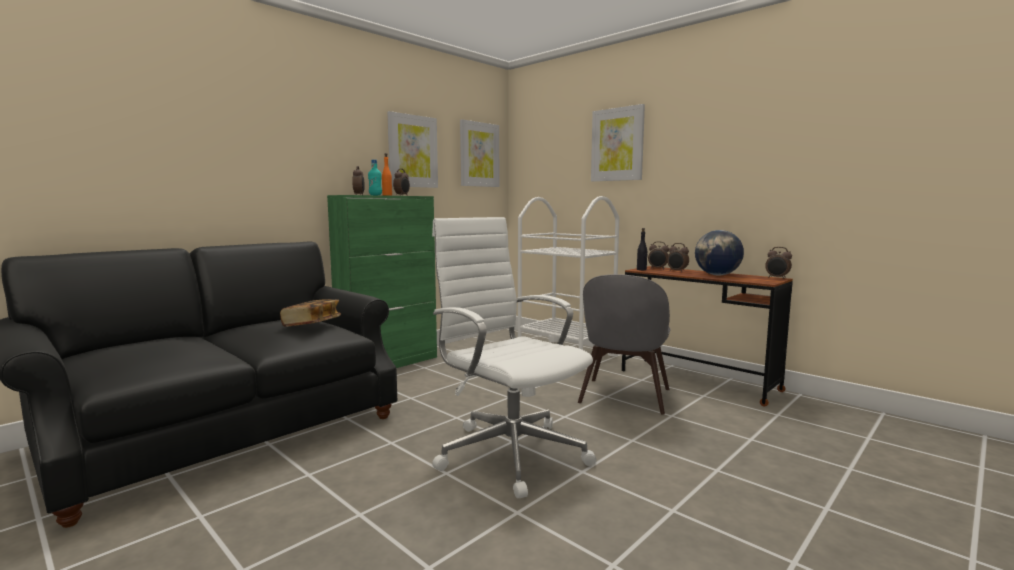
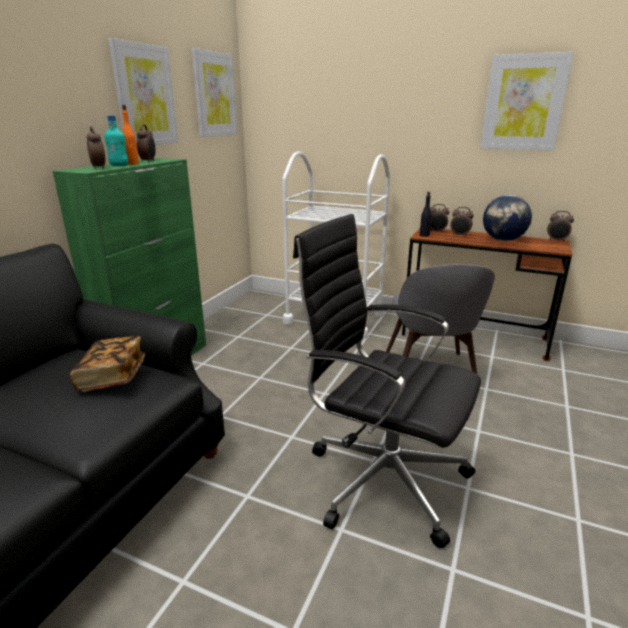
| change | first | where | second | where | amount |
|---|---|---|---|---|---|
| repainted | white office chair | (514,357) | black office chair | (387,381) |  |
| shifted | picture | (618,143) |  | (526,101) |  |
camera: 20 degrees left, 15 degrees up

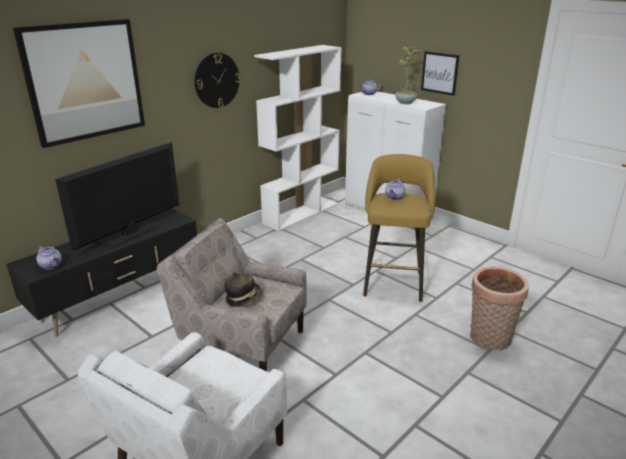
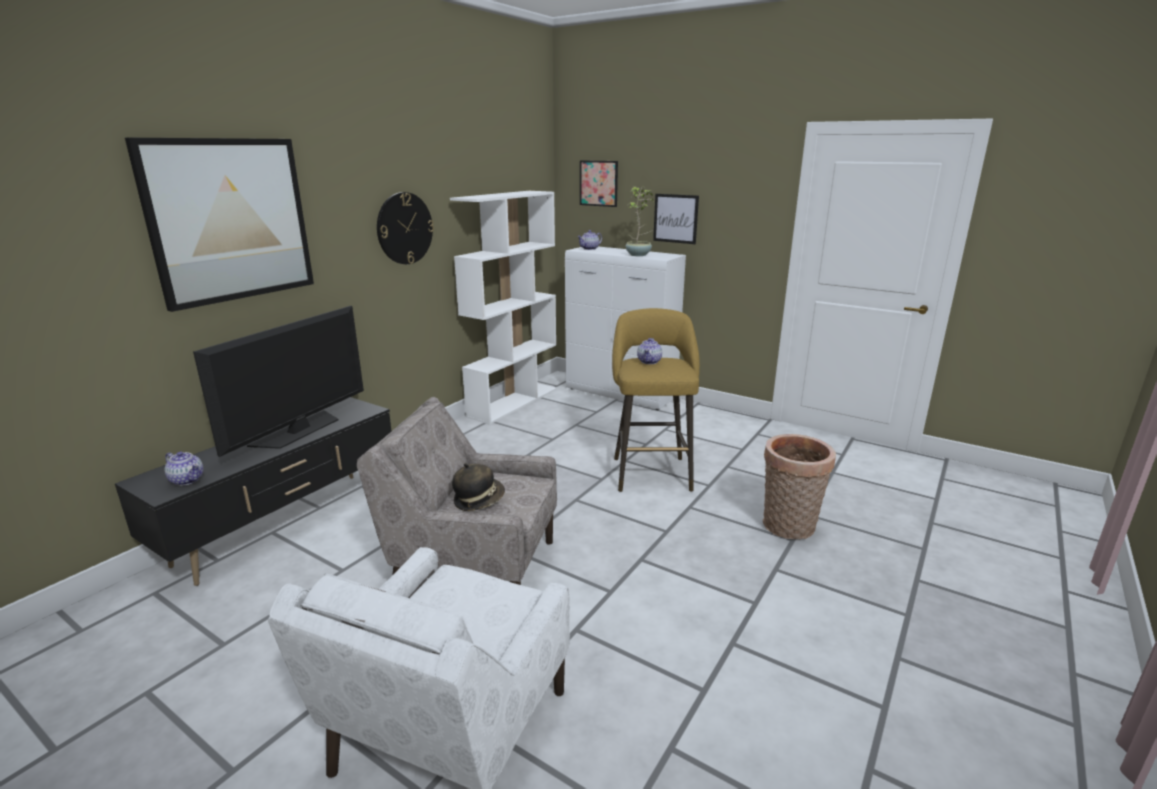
| change | first | where | second | where | amount |
|---|---|---|---|---|---|
| new |  |  | picture | (599,183) |  |
camera: 10 degrees left, 5 degrees down

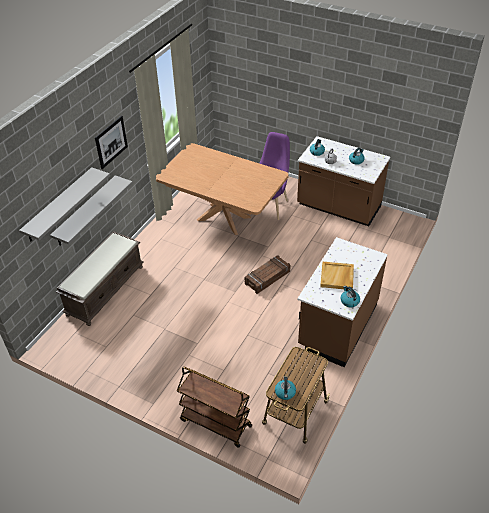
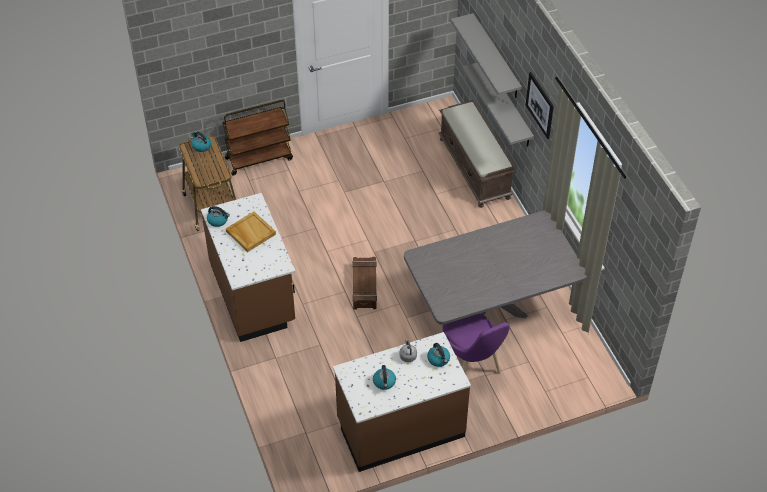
| change | first | where | second | where | amount |
|---|---|---|---|---|---|
| repainted | brown dining table | (222,189) | grey dining table | (495,268) |  |
camera: 130 degrees right, 5 degrees up

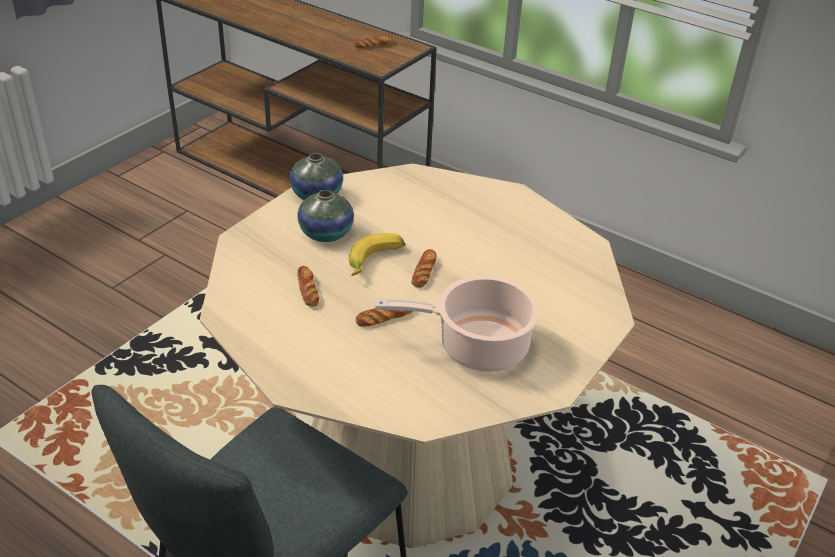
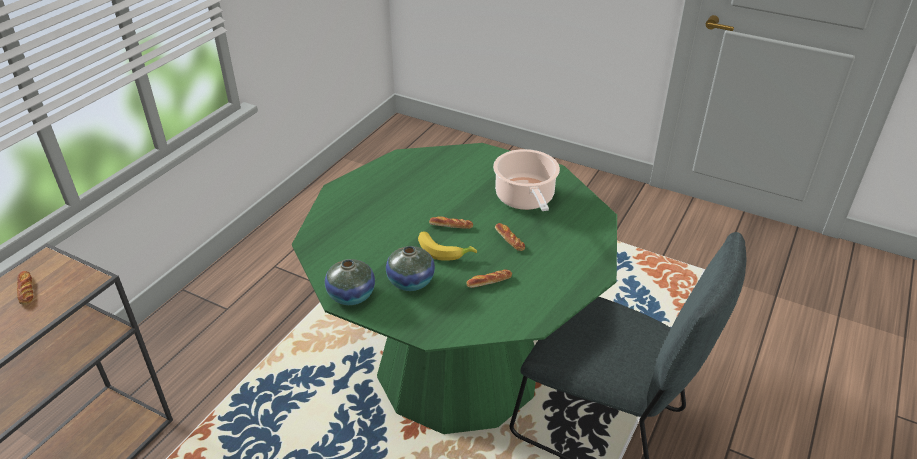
| change | first | where | second | where | amount |
|---|---|---|---|---|---|
| repainted | beige dining table | (417,355) | green dining table | (454,288) |  |
camera: 95 degrees left, 0 degrees up

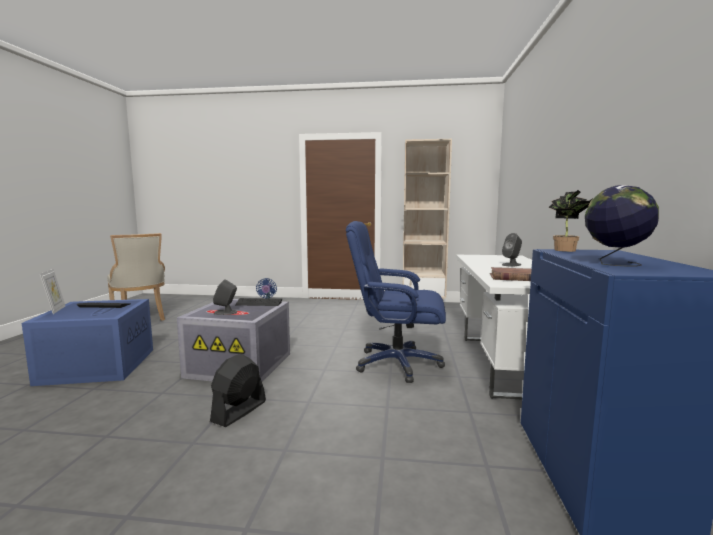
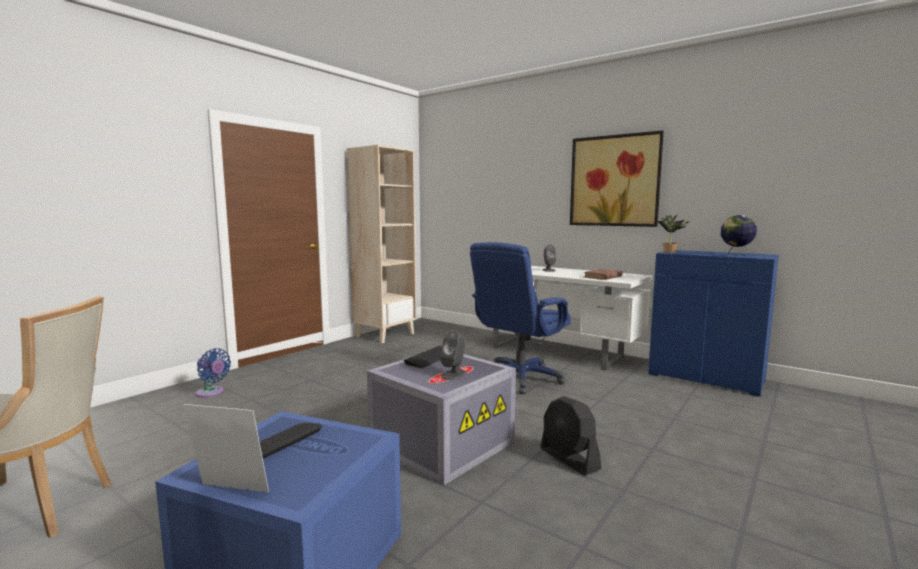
| change | first | where | second | where | amount |
|---|---|---|---|---|---|
| new |  |  | picture | (617,178) |  |
camera: 60 degrees left, 0 degrees up

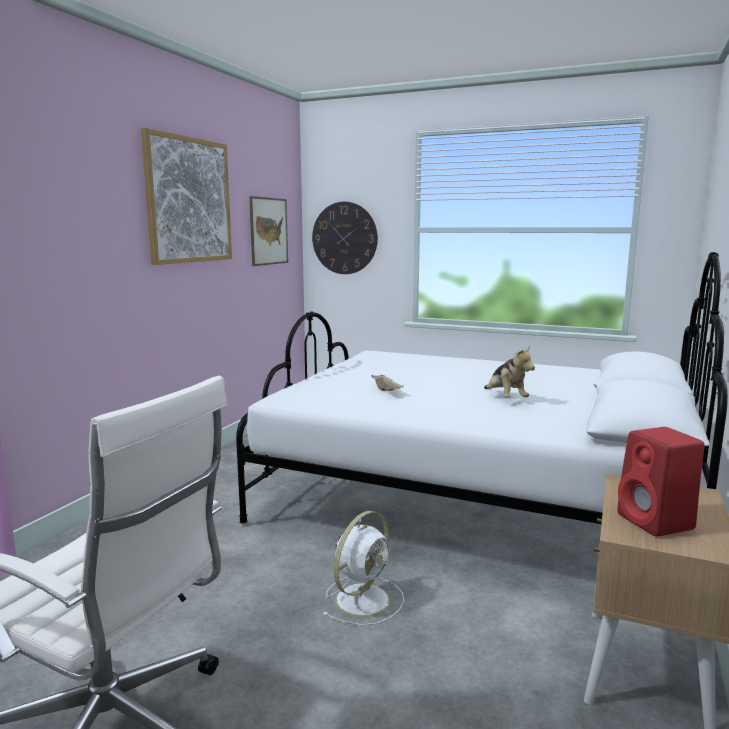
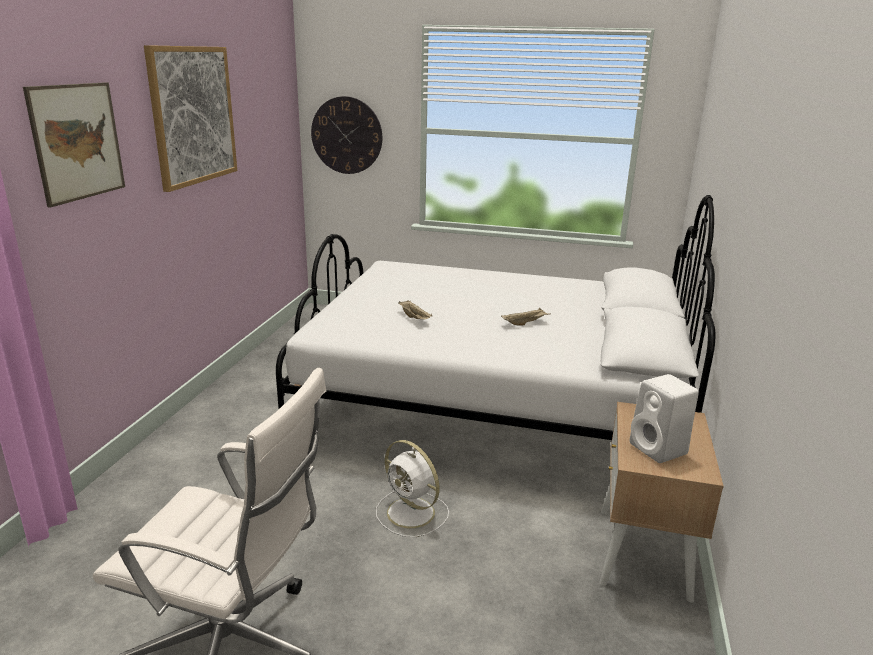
| change | first | where | second | where | amount |
|---|---|---|---|---|---|
| shifted | picture | (268,231) |  | (74,145) |  |
| rotated | white fan | (363,568) |  | (412,488) | 105 degrees clockwise |
| swapped | plush toy | (509,371) | beige tray | (526,317) |  |
| repainted | red speaker | (661,482) | white speaker | (664,418) |  |
camera: 10 degrees left, 10 degrees up

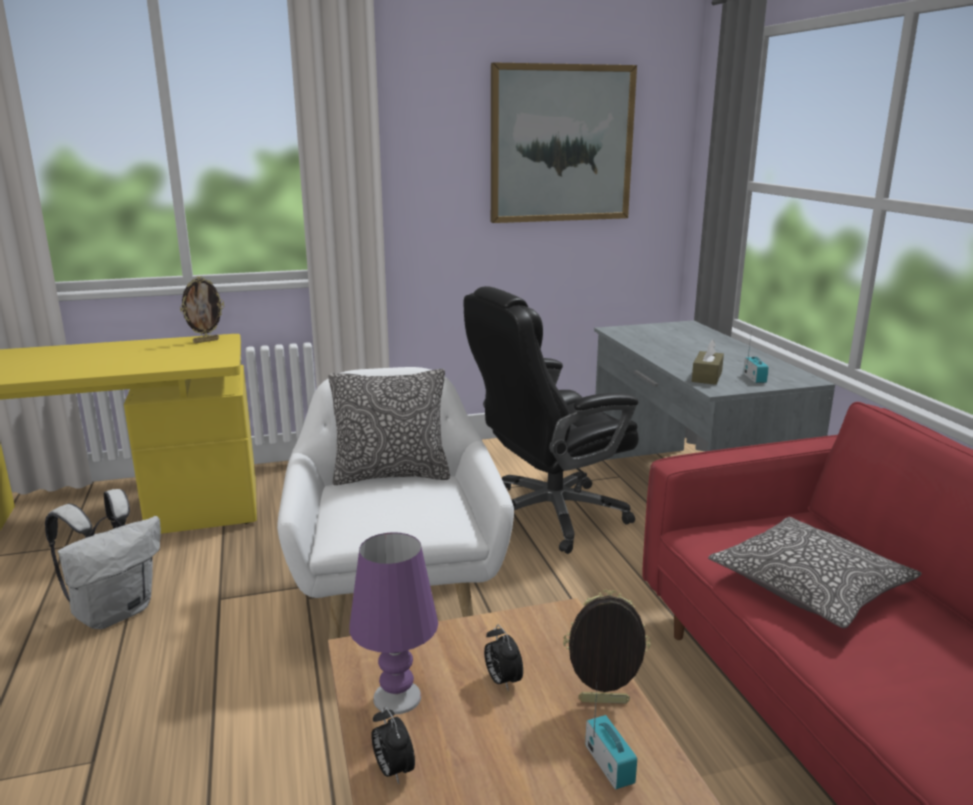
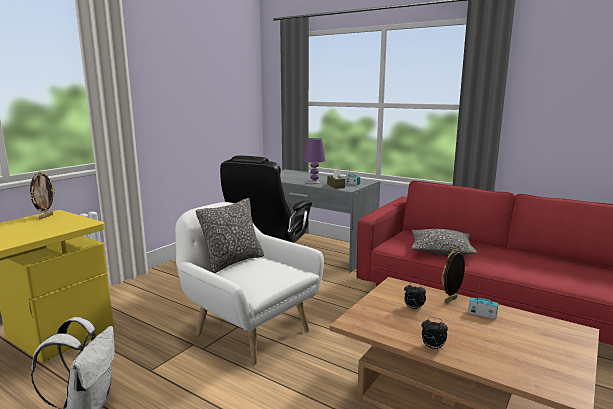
| change | first | where | second | where | amount |
|---|---|---|---|---|---|
| shifted | purple table lamp | (393,623) |  | (314,161) |  |
| gone | picture | (564,142) |  |  |  |
camera: 40 degrees left, 5 degrees down

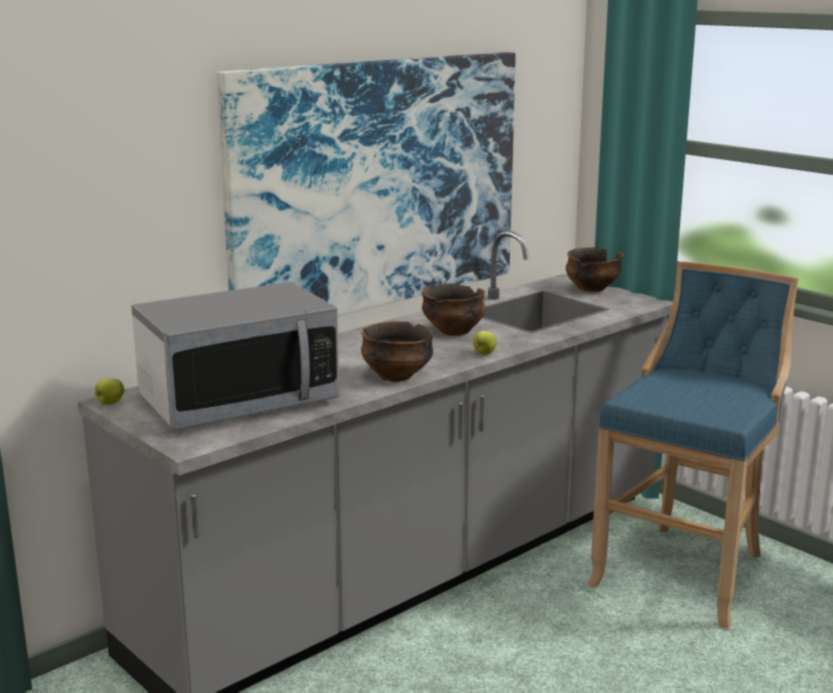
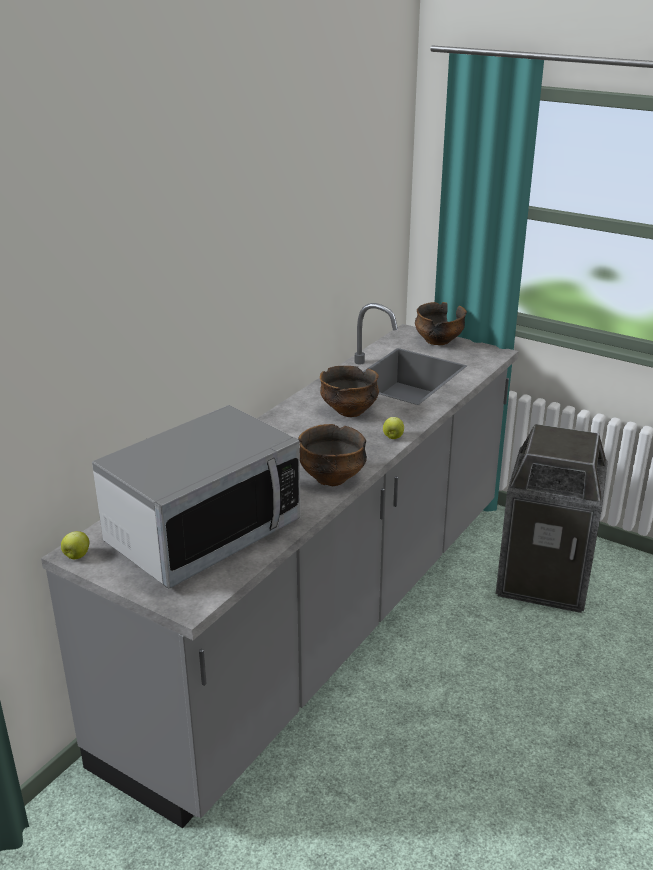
| change | first | where | second | where | amount |
|---|---|---|---|---|---|
| swapped | blue stool | (693,445) | trash can | (552,518) |  |
| gone | picture | (366,184) |  |  |  |
camera: 15 degrees left, 10 degrees up

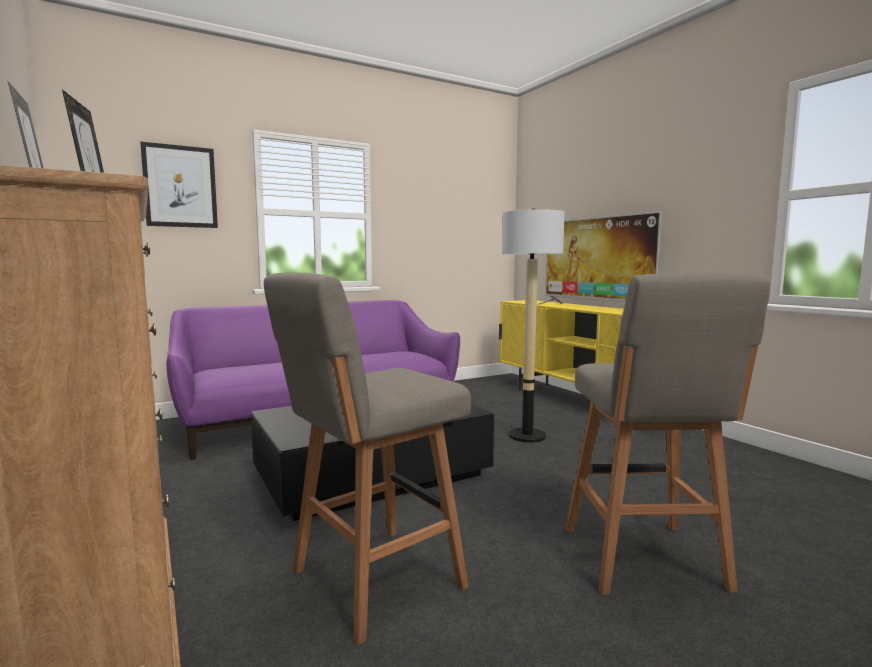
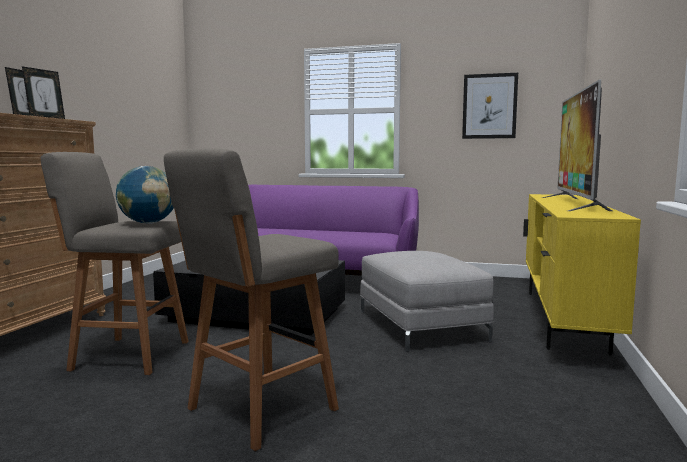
| change | first | where | second | where | amount |
|---|---|---|---|---|---|
| new |  |  | globe | (145,195) |  |
| swapped | floor lamp | (533,325) | grey ottoman | (427,301) |  |
| shifted | picture | (179,184) |  | (490,106) |  |
camera: 45 degrees right, 0 degrees up

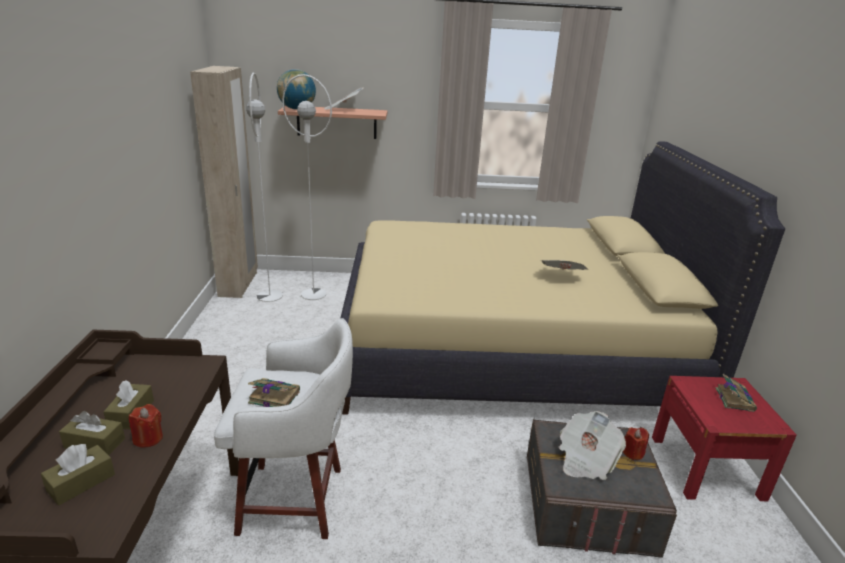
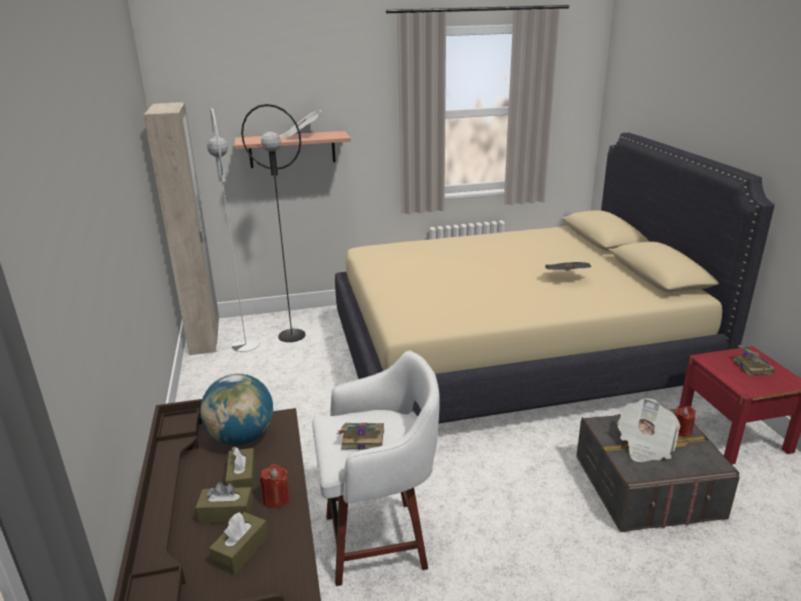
| change | first | where | second | where | amount |
|---|---|---|---|---|---|
| shifted | globe | (296,89) |  | (236,410) |  |
| repainted | white floor lamp | (307,187) | black floor lamp | (273,223) |  |
camera: 10 degrees left, 0 degrees up

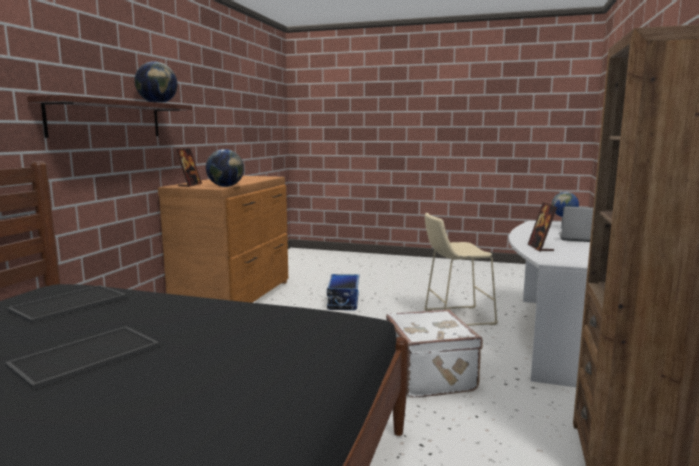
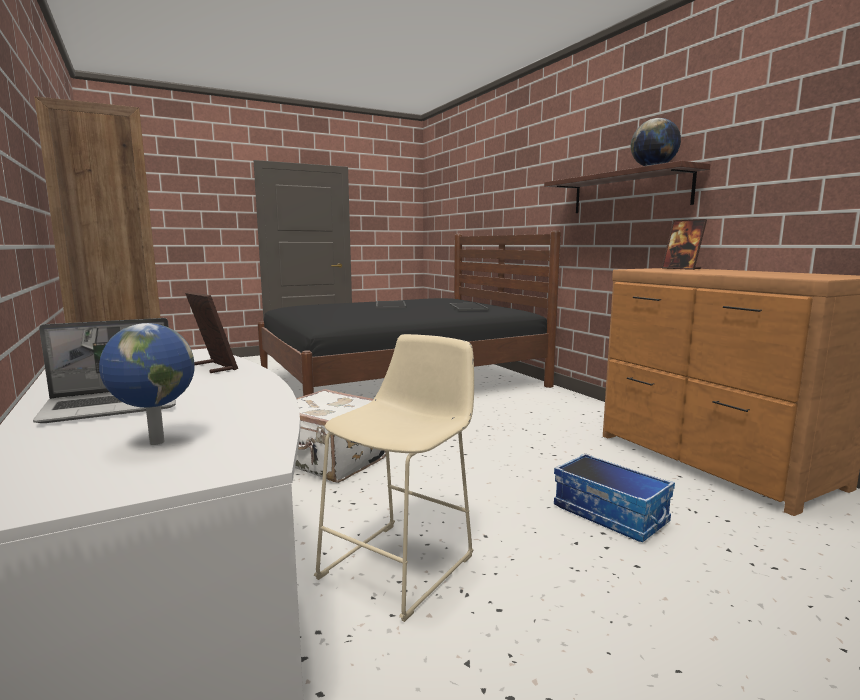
| change | first | where | second | where | amount |
|---|---|---|---|---|---|
| gone | globe | (225,168) |  |  |  |
camera: 135 degrees right, 0 degrees up

